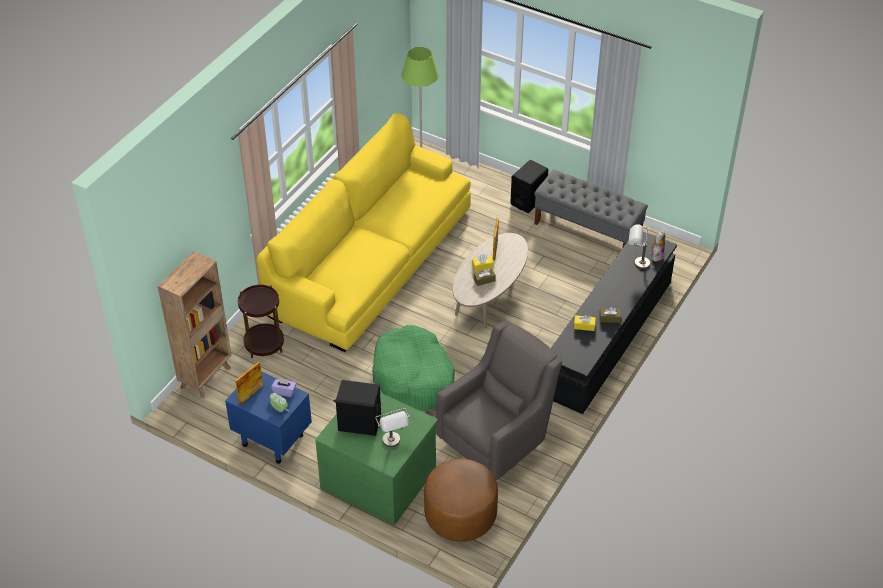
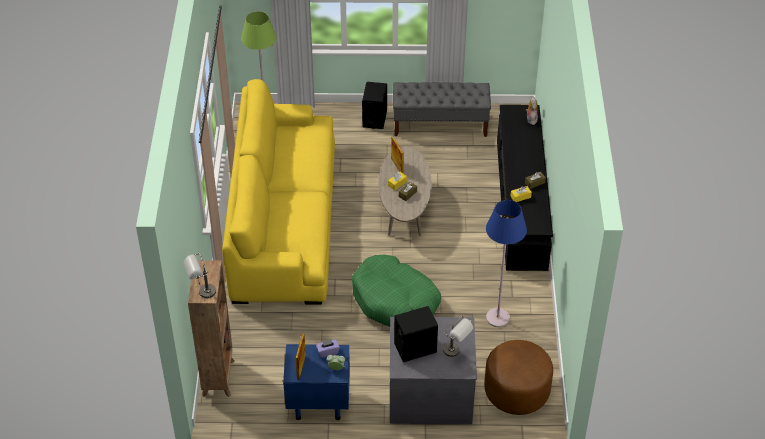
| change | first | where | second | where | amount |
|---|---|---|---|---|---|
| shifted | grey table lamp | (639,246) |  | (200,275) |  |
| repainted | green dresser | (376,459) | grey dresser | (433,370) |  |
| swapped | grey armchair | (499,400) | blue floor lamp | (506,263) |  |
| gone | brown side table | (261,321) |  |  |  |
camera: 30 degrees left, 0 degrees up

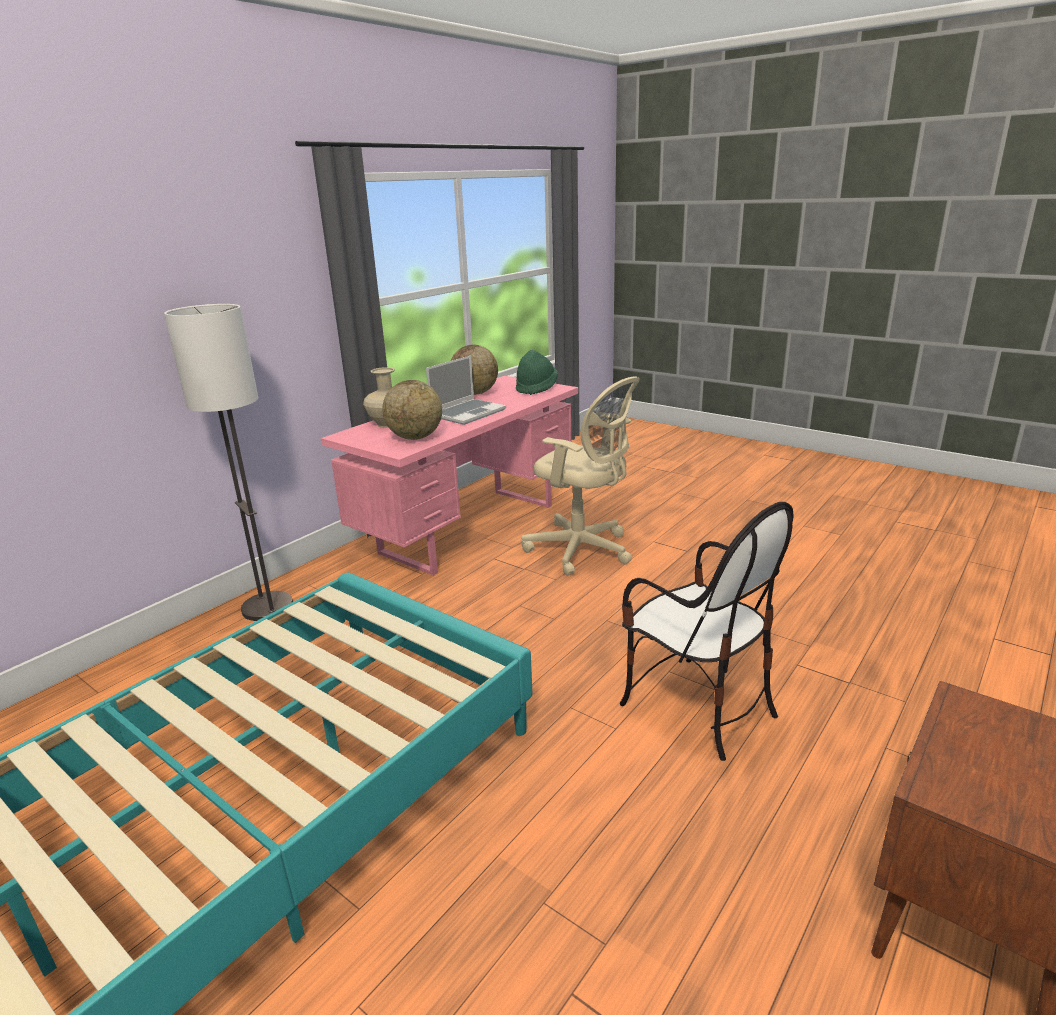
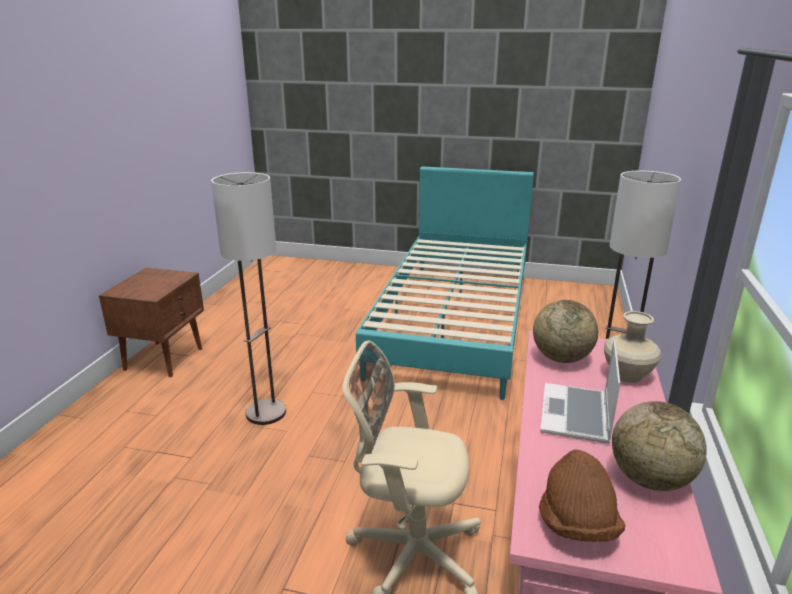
| change | first | where | second | where | amount |
|---|---|---|---|---|---|
| swapped | chair | (707,631) | floor lamp | (248,298) |  |
| repainted | green hat | (537,372) | brown hat | (582,495) |  |
camera: 155 degrees right, 0 degrees up

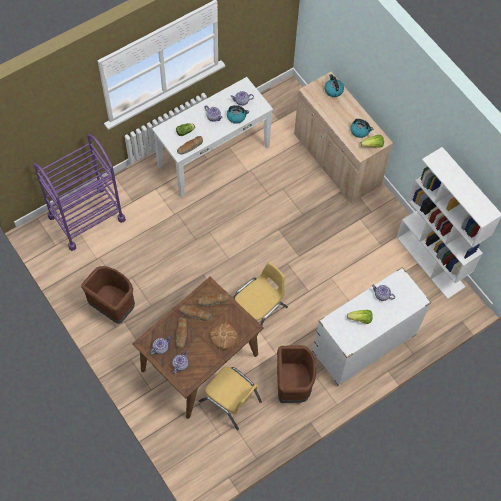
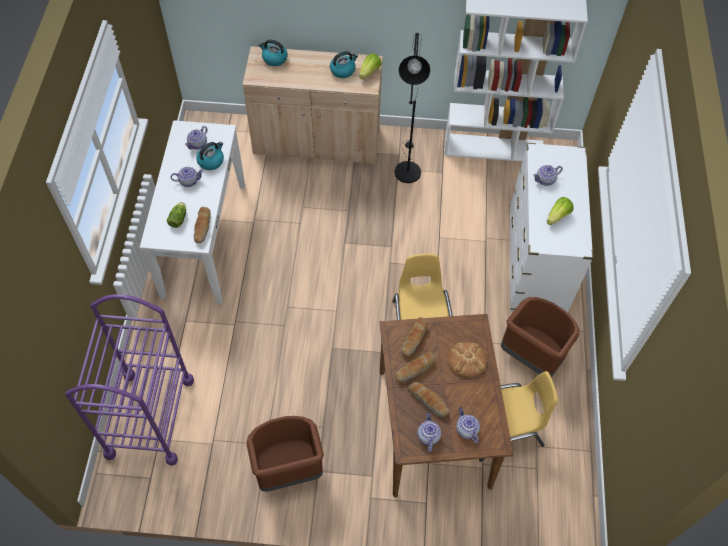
| change | first | where | second | where | amount |
|---|---|---|---|---|---|
| new |  |  | black floor lamp | (412,108) |  |
camera: 50 degrees left, 5 degrees down

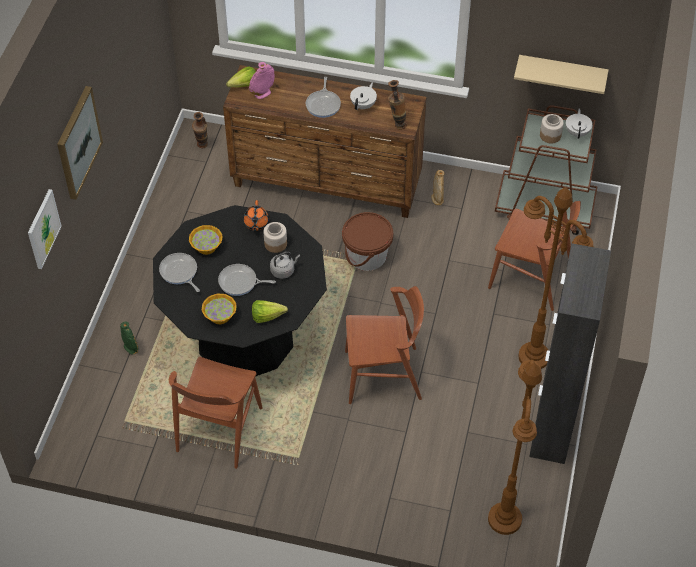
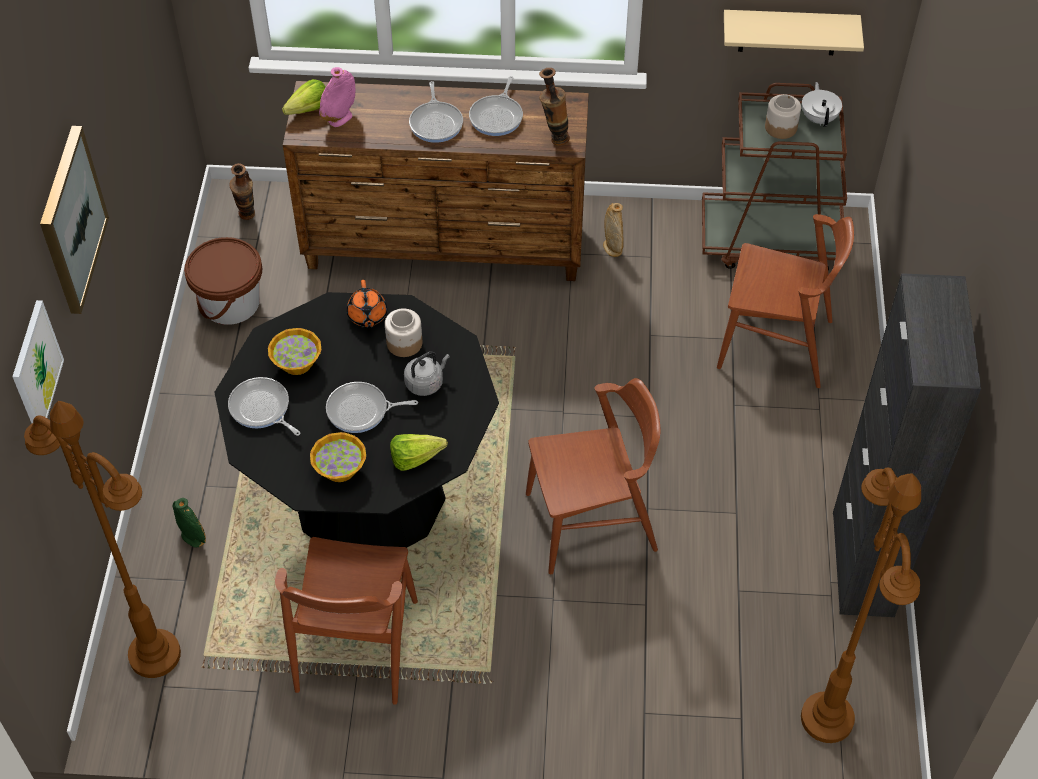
| change | first | where | second | where | amount |
|---|---|---|---|---|---|
| shifted | brown floor lamp | (556,278) |  | (102,539) |  |
| shifted | brown bucket | (367,241) |  | (223,281) |  |
| swapped | white teapot | (363,96) | frying pan | (496,106) |  |
camera: 10 degrees left, 0 degrees up

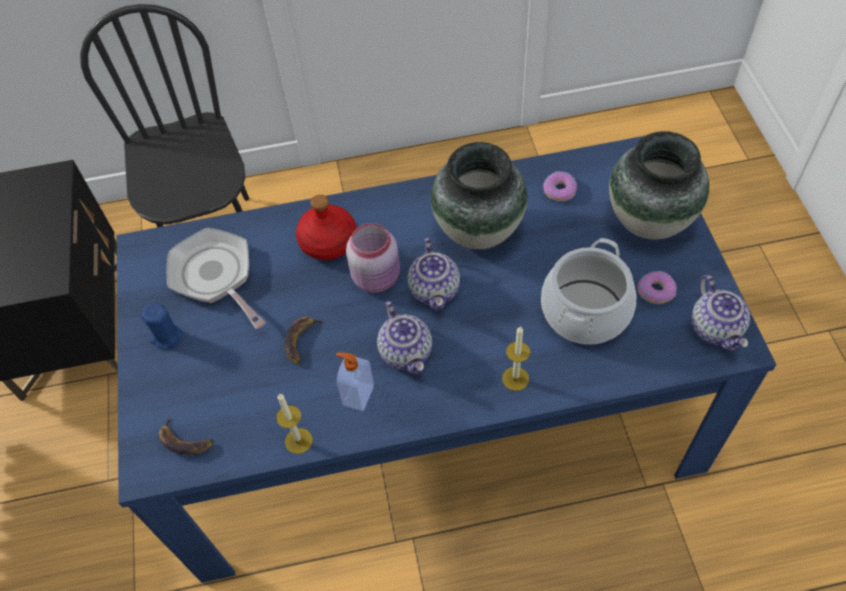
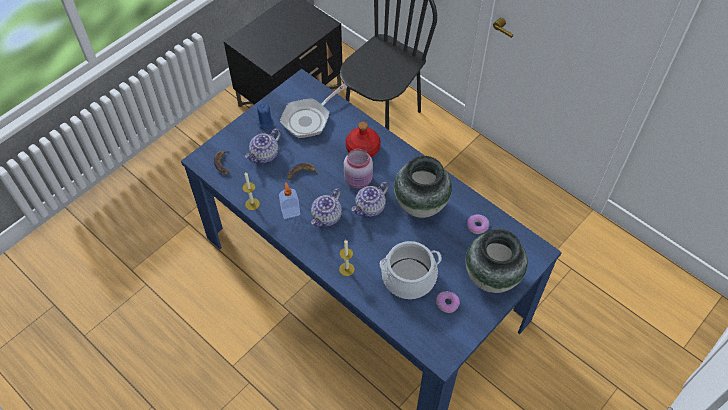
| change | first | where | second | where | amount |
|---|---|---|---|---|---|
| shifted | teapot | (720,313) |  | (263,146) |  |
| rotated | frying pan | (216,278) |  | (314,110) | 150 degrees counterclockwise |
camera: 50 degrees right, 0 degrees up

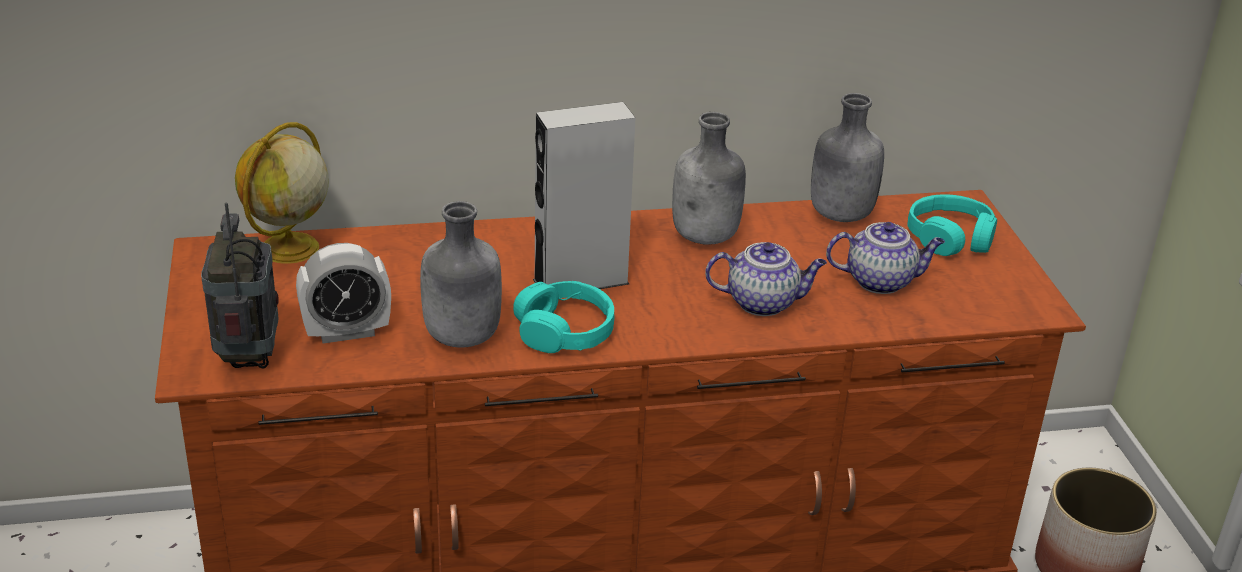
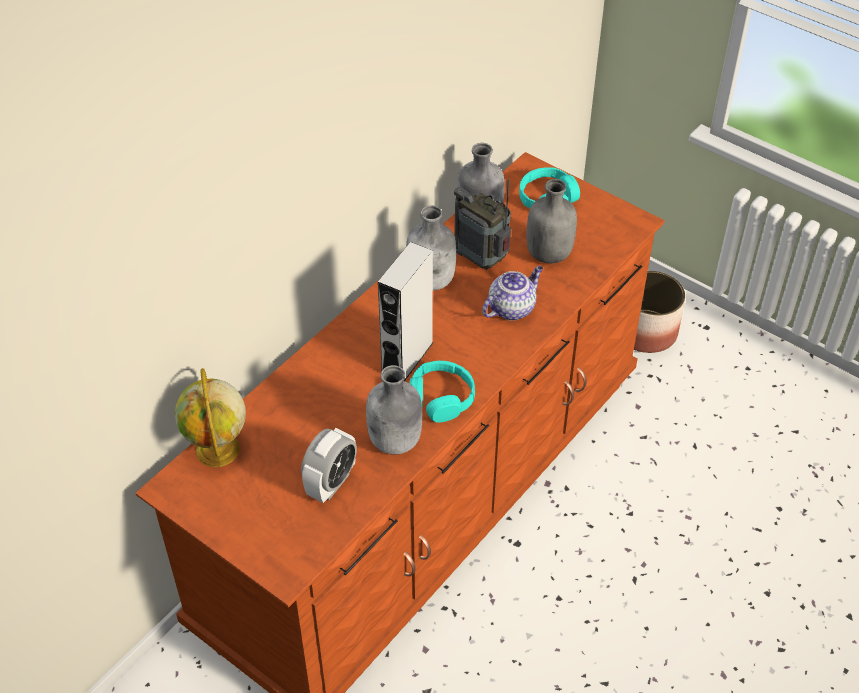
| change | first | where | second | where | amount |
|---|---|---|---|---|---|
| shifted | radio | (240,285) |  | (482,224) |  |
| swapped | teapot | (885,258) | grey bottle | (552,221) |  |
camera: 40 degrees left, 15 degrees up

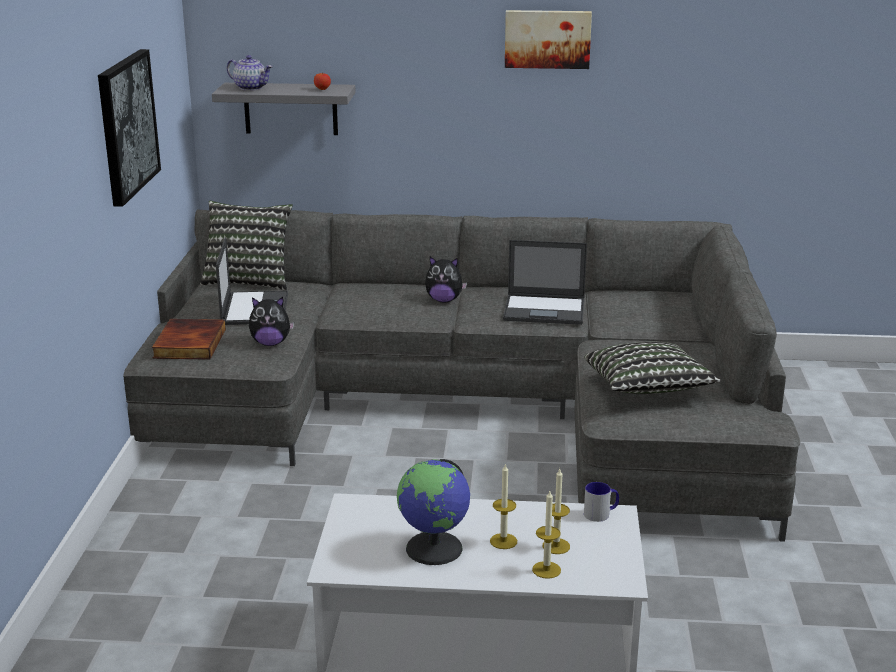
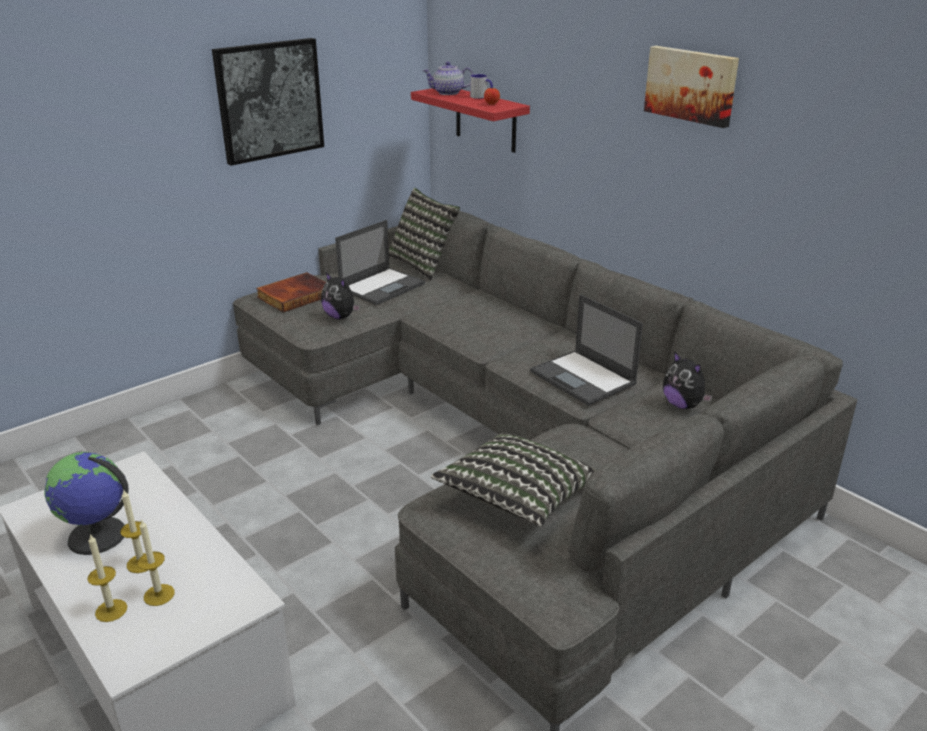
| change | first | where | second | where | amount |
|---|---|---|---|---|---|
| repainted | grey shelf | (284,109) | red shelf | (470,120) |  |
| rotated | teapot | (250,73) |  | (448,78) | 105 degrees clockwise |
| shifted | mug | (601,502) |  | (481,86) |  |
| shifted | plush toy | (446,279) |  | (688,380) |  |
camera: 45 degrees right, 5 degrees up

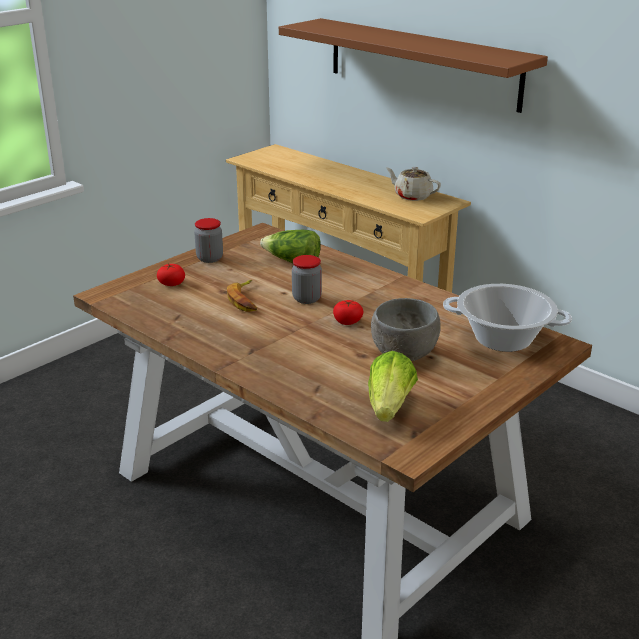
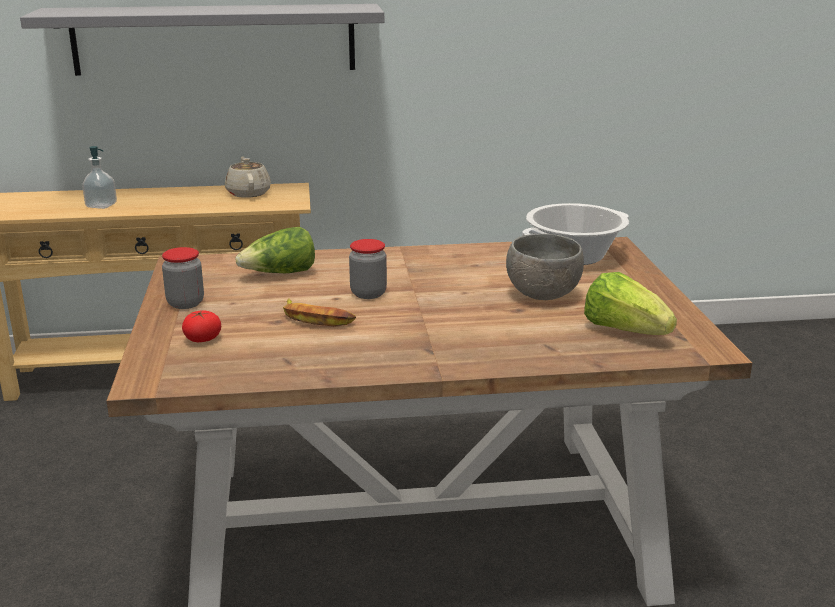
| change | first | where | second | where | amount |
|---|---|---|---|---|---|
| repainted | brown shelf | (413,65) | grey shelf | (202,40) |  |
| new |  |  | soap dispenser | (99,177) |  |
| rotated | beige teapot | (413,184) |  | (248,177) | 90 degrees clockwise |
| gone | tomato | (348,312) |  |  |  |
camera: 50 degrees left, 5 degrees down

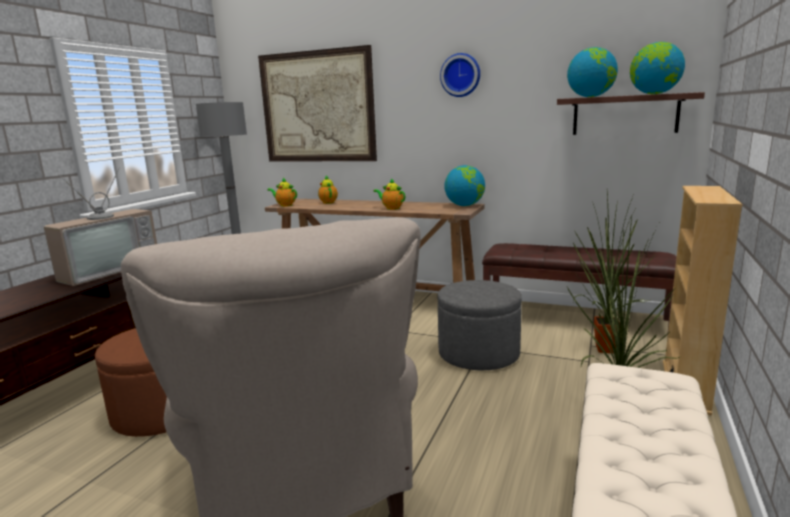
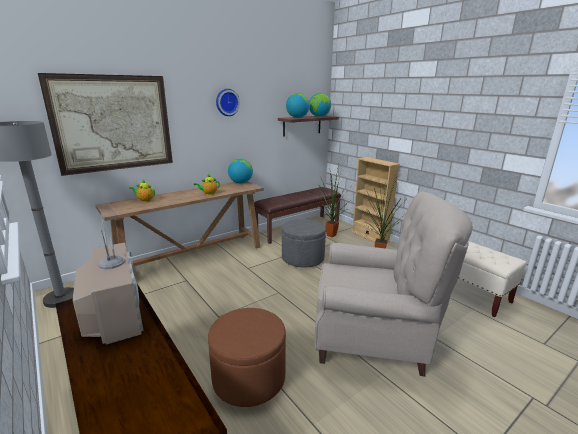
| change | first | where | second | where | amount |
|---|---|---|---|---|---|
| gone | teapot | (282,192) |  |  |  |
camera: 60 degrees left, 5 degrees up

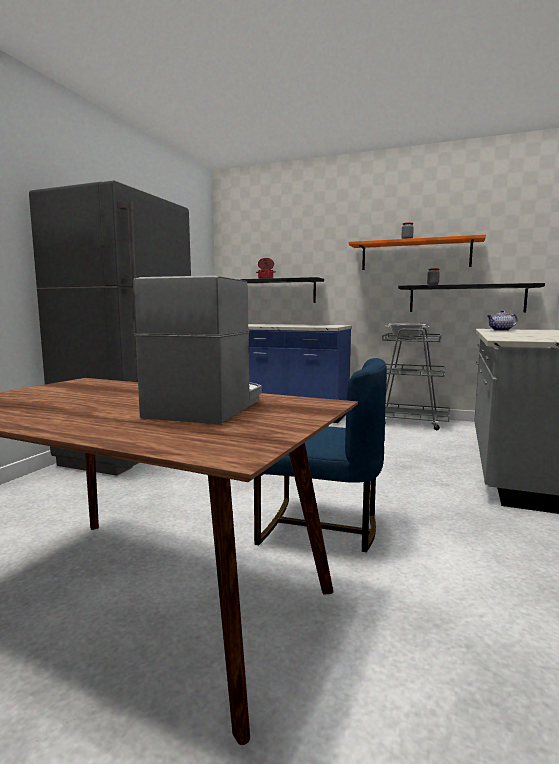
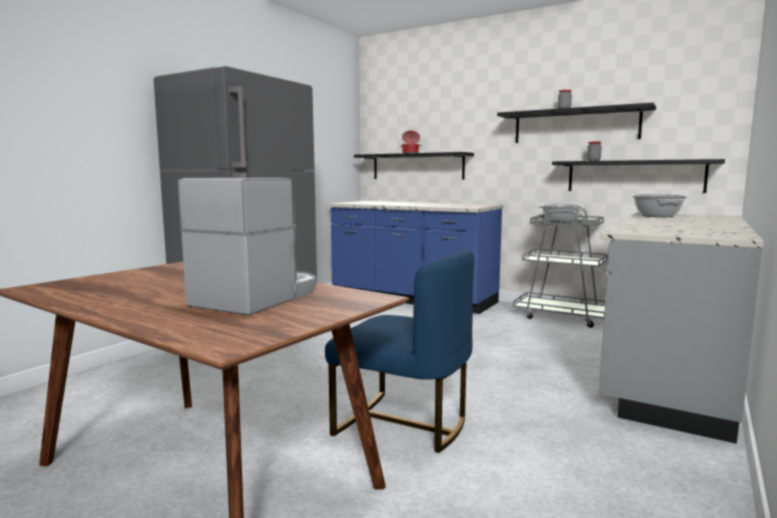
| change | first | where | second | where | amount |
|---|---|---|---|---|---|
| repainted | orange shelf | (417,252) | black shelf | (576,123) |  |
| swapped | teapot | (502,320) | cooking pot | (659,205) |  |
camera: 10 degrees right, 0 degrees up

